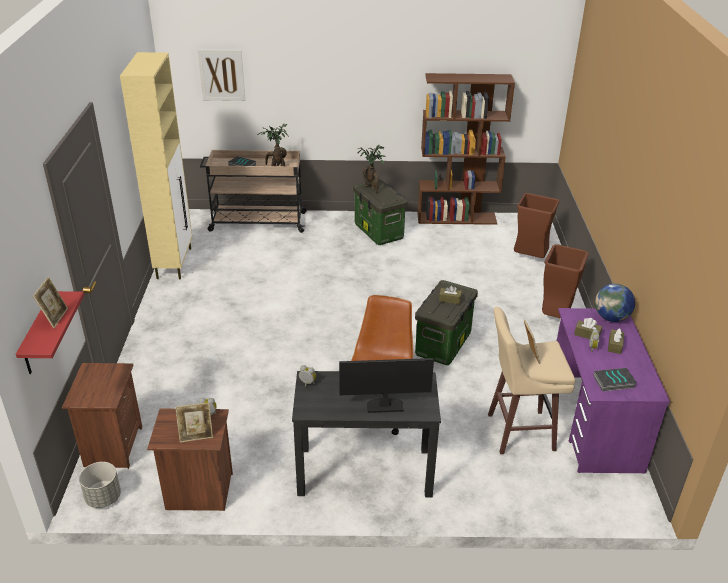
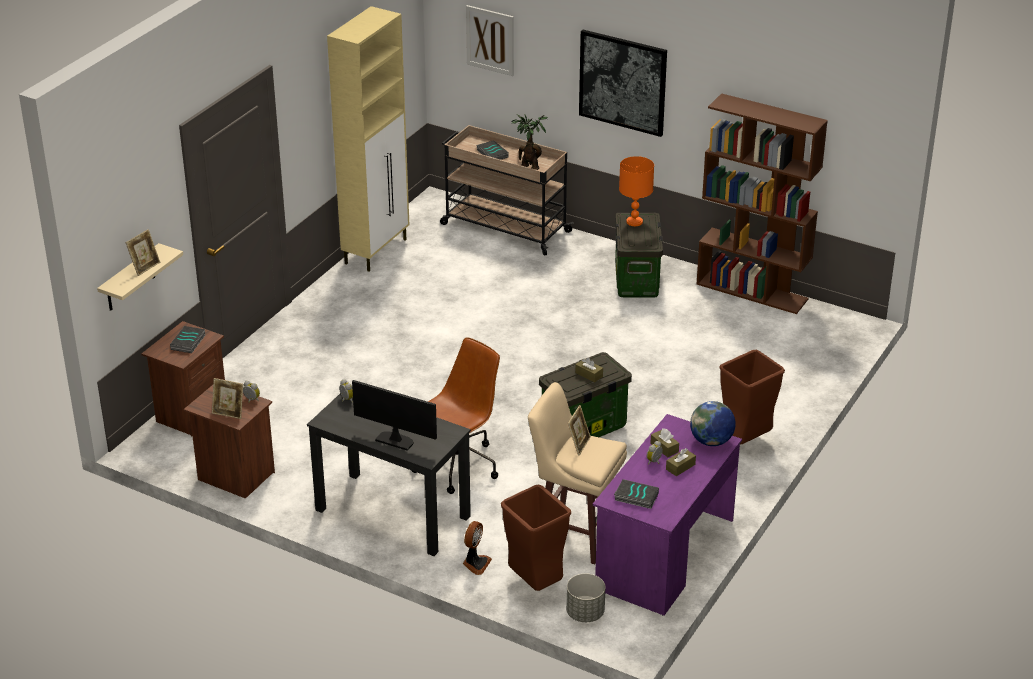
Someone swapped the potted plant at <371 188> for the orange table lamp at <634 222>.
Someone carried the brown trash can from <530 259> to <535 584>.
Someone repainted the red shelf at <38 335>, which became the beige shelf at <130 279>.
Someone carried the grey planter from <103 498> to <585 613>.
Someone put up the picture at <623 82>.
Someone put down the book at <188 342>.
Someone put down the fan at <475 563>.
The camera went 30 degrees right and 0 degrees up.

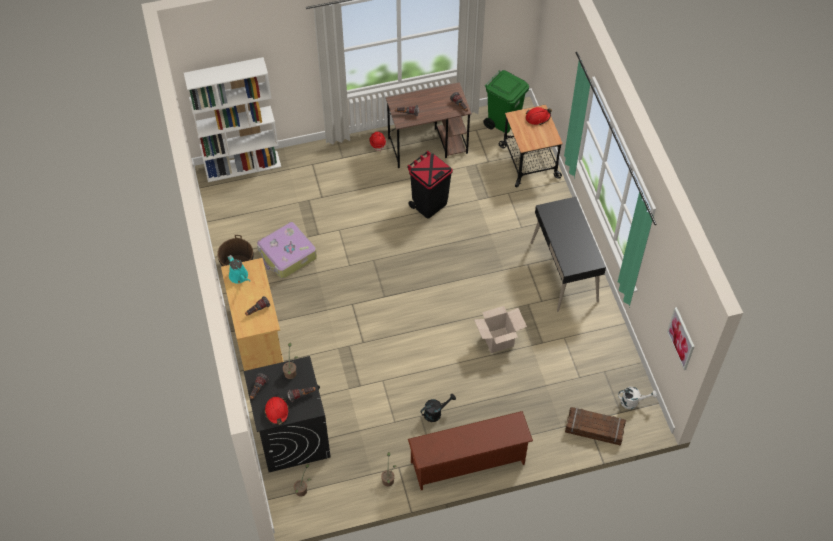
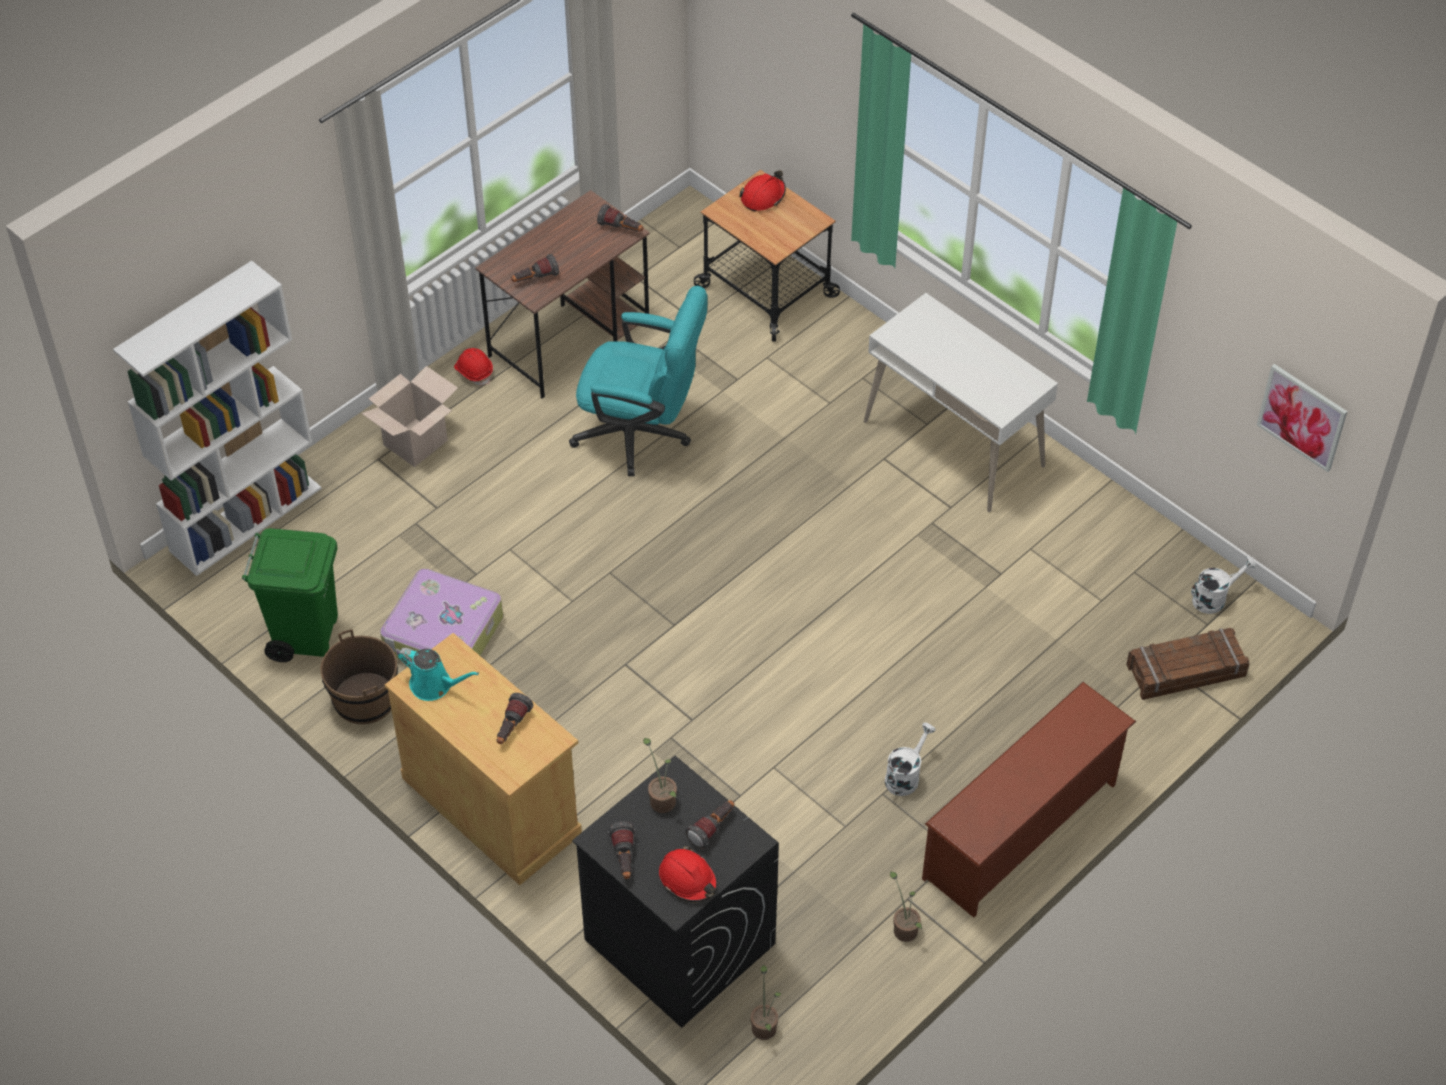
Someone carried the green trash can from <503 121> to <305 634>.
Someone swapped the black trash can at <429 204> for the turquoise office chair at <642 435>.
Someone repainted the black desk at <564 272>, which became the white desk at <954 443>.
Someone carried the cardboard box from <498 340> to <415 443>.
Someone repainted the black watering can at <435 413>, which became the white watering can at <905 775>.
The camera went 30 degrees left and 5 degrees down.

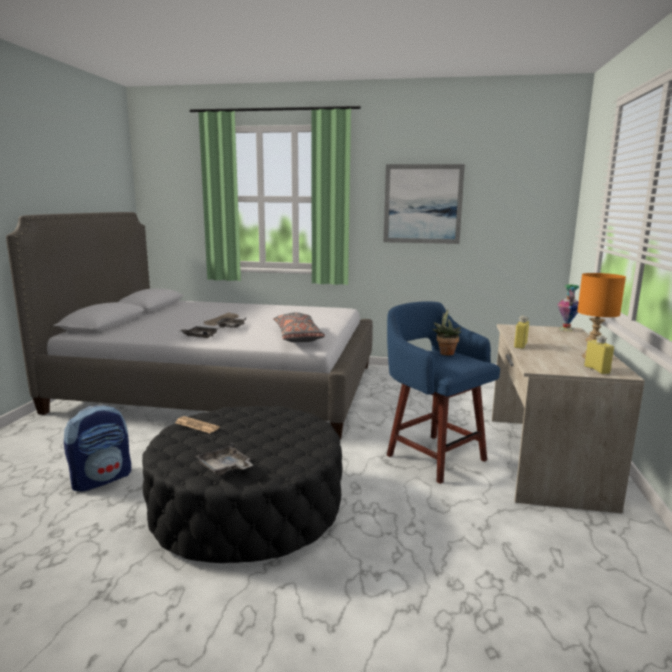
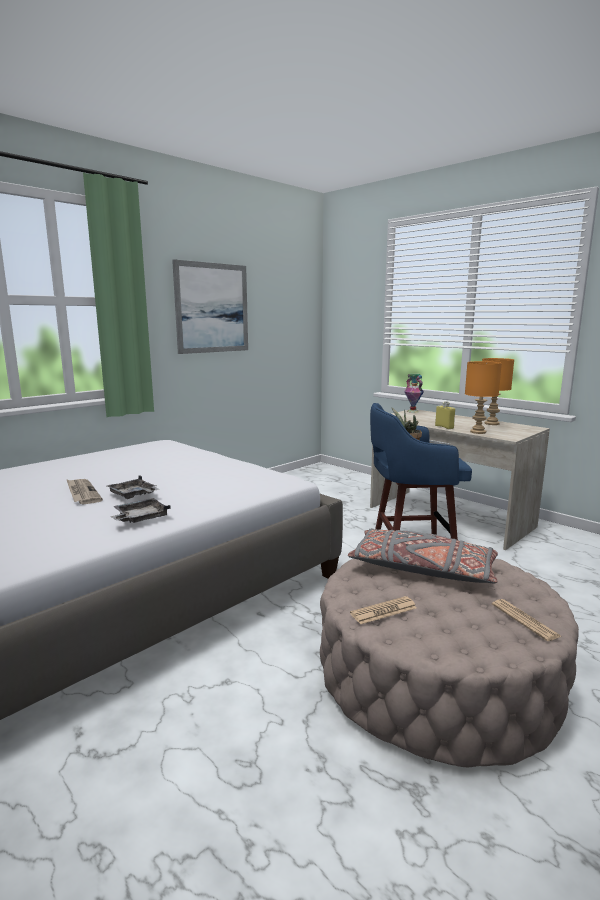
Someone carried the grey pillow from <297 337> to <423 569>.
Someone took away the yellow bottle at <597 370>.
Someone took away the backpack at <102 479>.
Someone repainted the black ottoman at <247 507>, which became the beige ottoman at <436 675>.
Someone swapped the grey tray at <224 468> for the newspaper at <524 620>.
Someone put down the orange table lamp at <477 432>.
The camera went 55 degrees left and 0 degrees up.

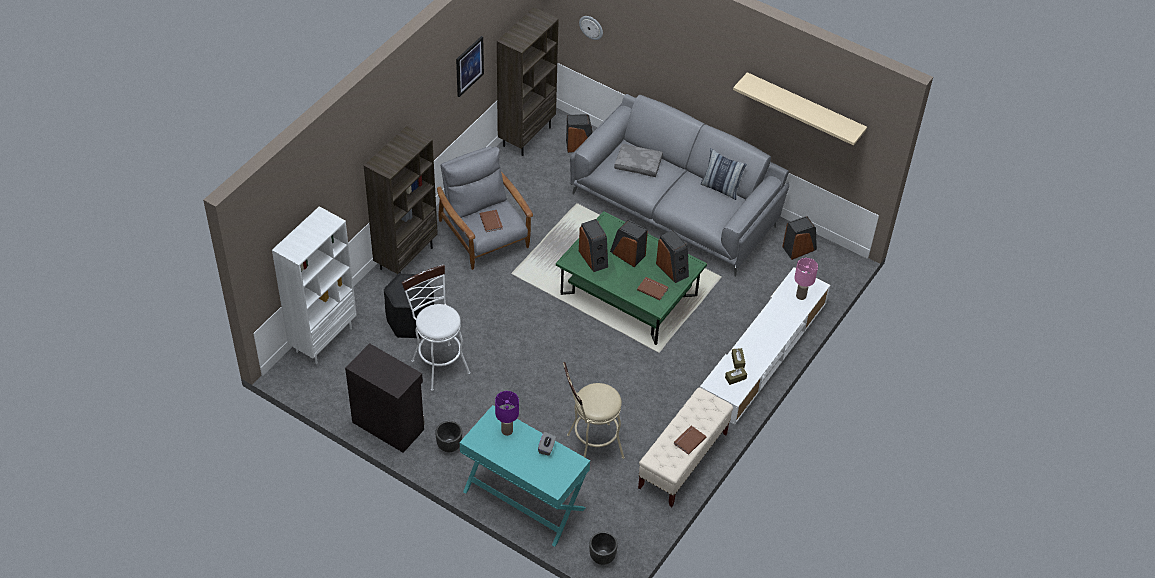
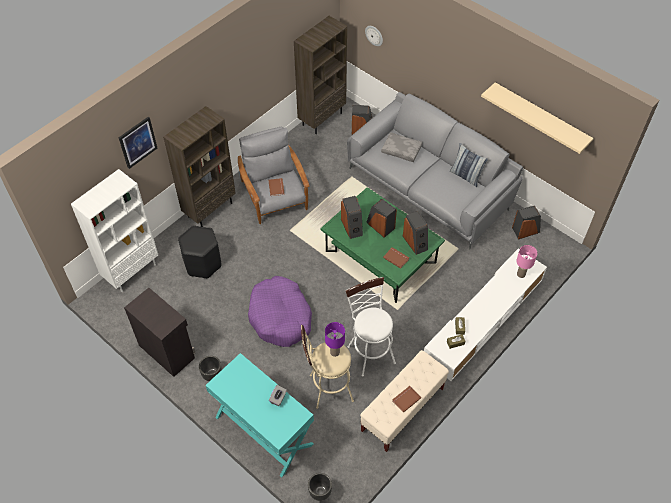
Someone carried the picture from <469 66> to <137 142>.
Someone carried the white stool from <438 363> to <369 351>.
Someone carried the purple table lamp from <506 431> to <334 352>.
Someone put down the purple dog bed at <280 317>.
The camera went 10 degrees right and 5 degrees up.

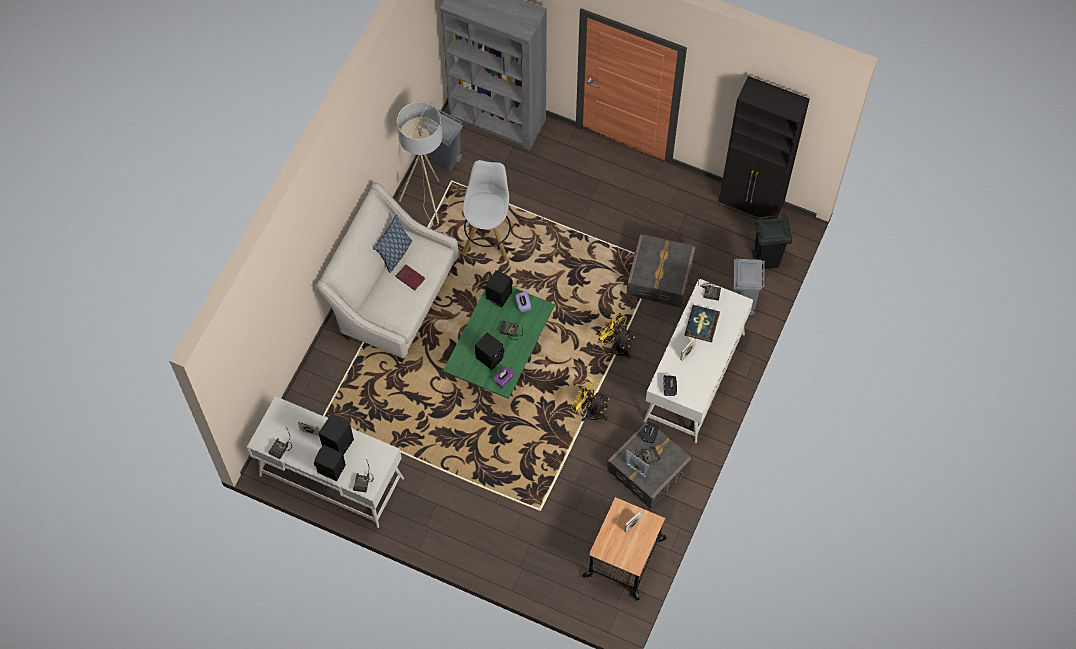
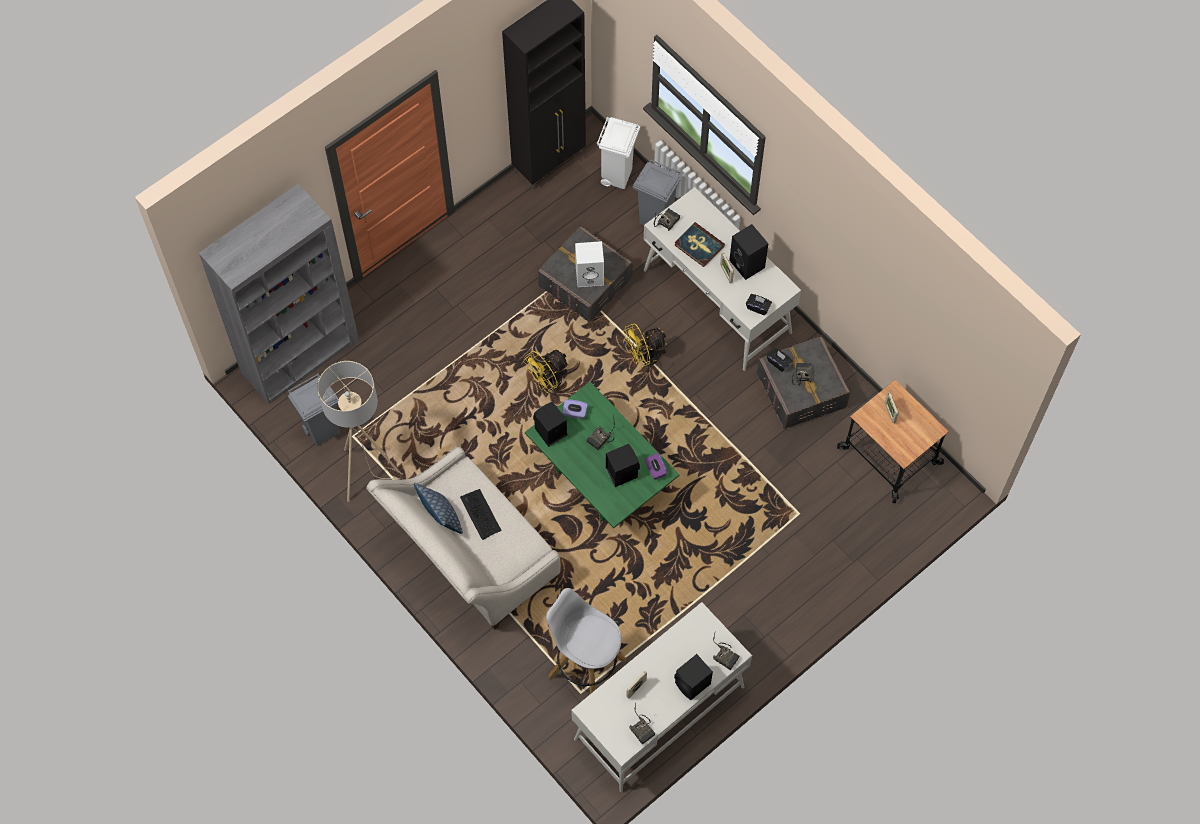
Someone carried the white stool from <488 238> to <585 667>.
Someone repainted the black trash can at <766 260>, which became the white trash can at <617 176>.
Someone swapped the red book at <410 278> for the keyboard at <480 514>.
Someone carried the yellow fan from <589 411> to <548 383>.
Someone carried the black speaker from <338 445> to <748 264>.
Someone took away the picture frame at <636 470>.
Someone put down the white speaker at <590 275>.
The camera went 65 degrees left and 0 degrees up.

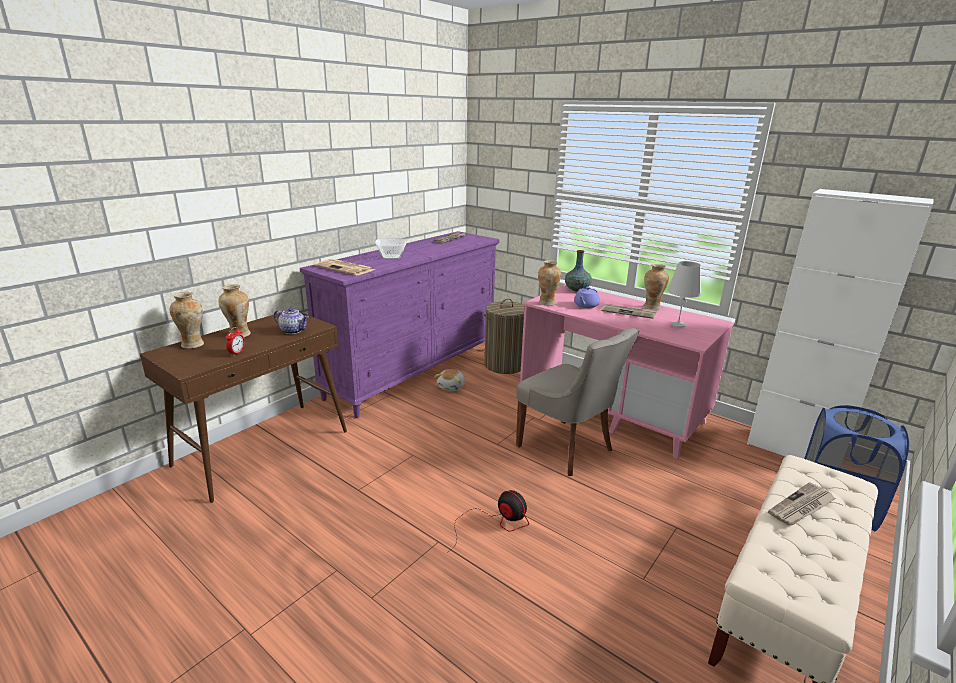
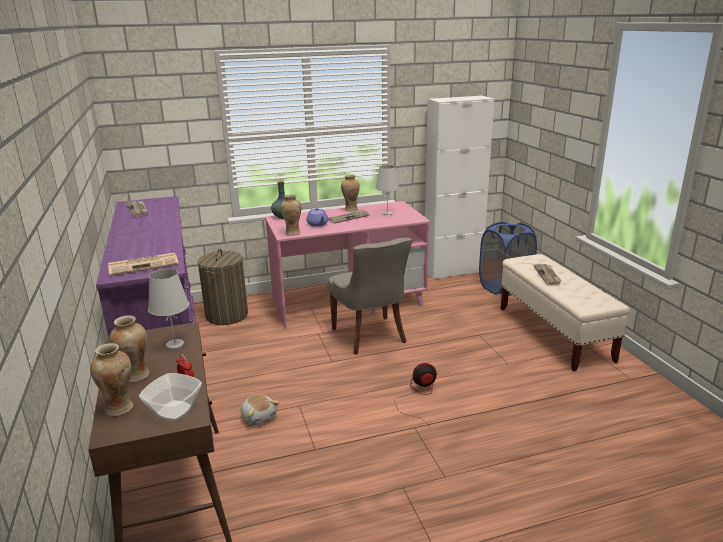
Someone carried the bowl from <391 257> to <175 410>.
Someone swapped the teapot at <293 331> for the white table lamp at <175 344>.
Someone rotated the grey chair at <567 448> by 75 degrees clockwise.
Someone carried the plush toy from <452 387> to <259 417>.
The camera went 55 degrees left and 0 degrees up.

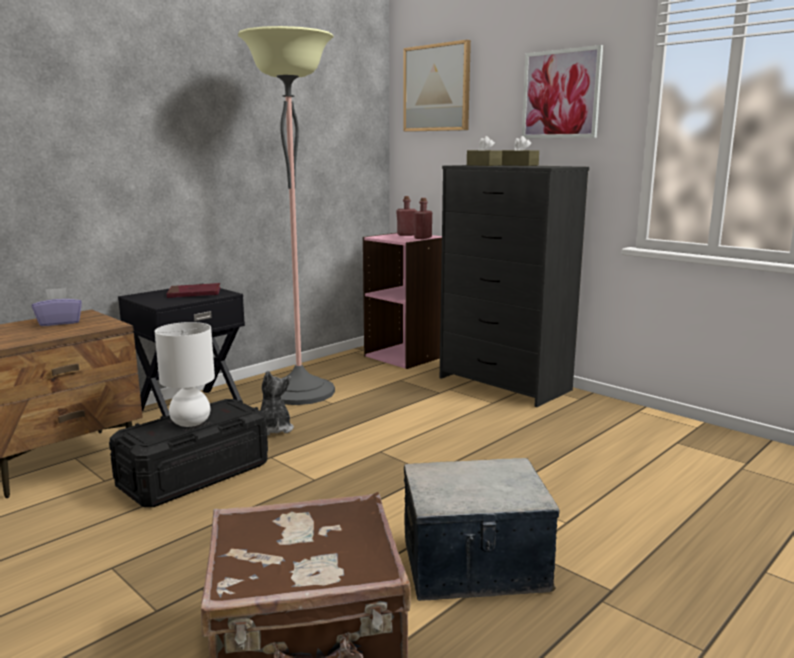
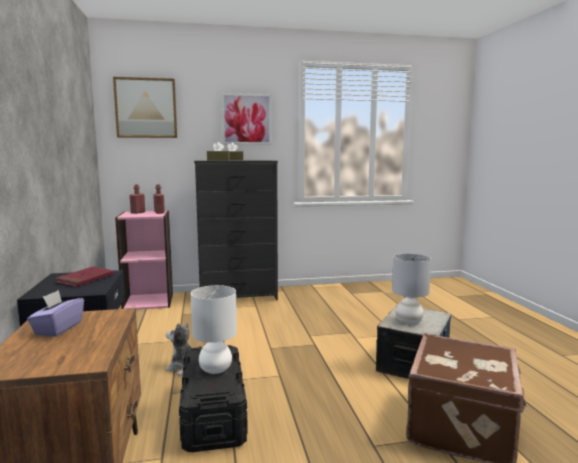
Someone took away the floor lamp at <299 392>.
Someone put down the grey table lamp at <409 322>.
The camera went 55 degrees left and 5 degrees down.

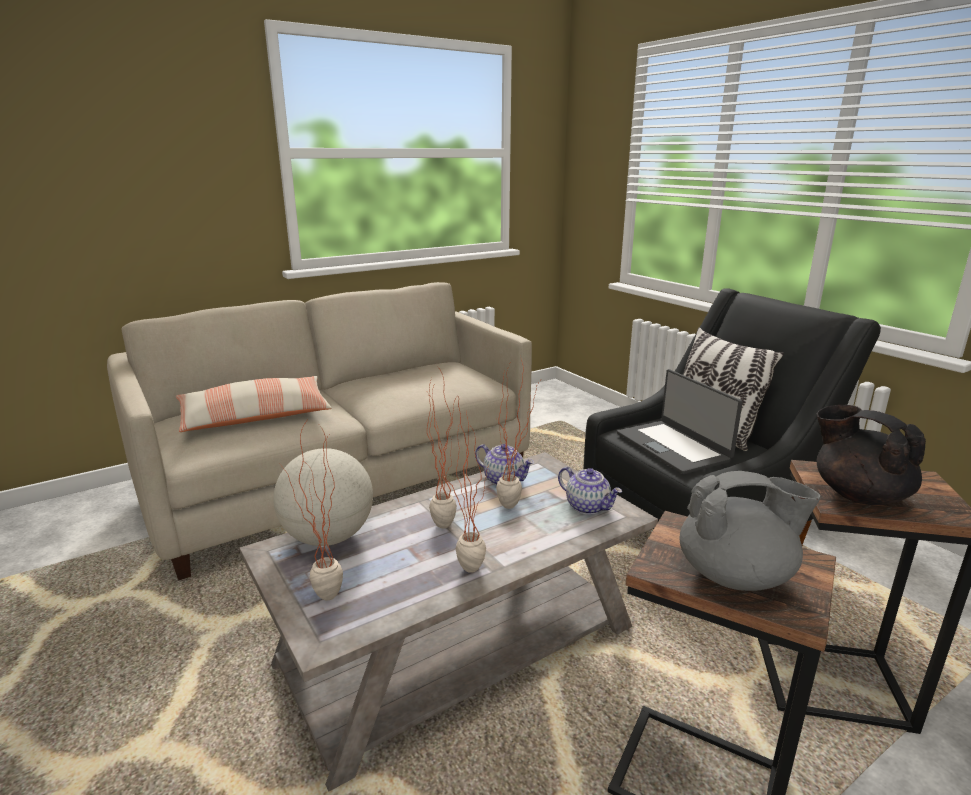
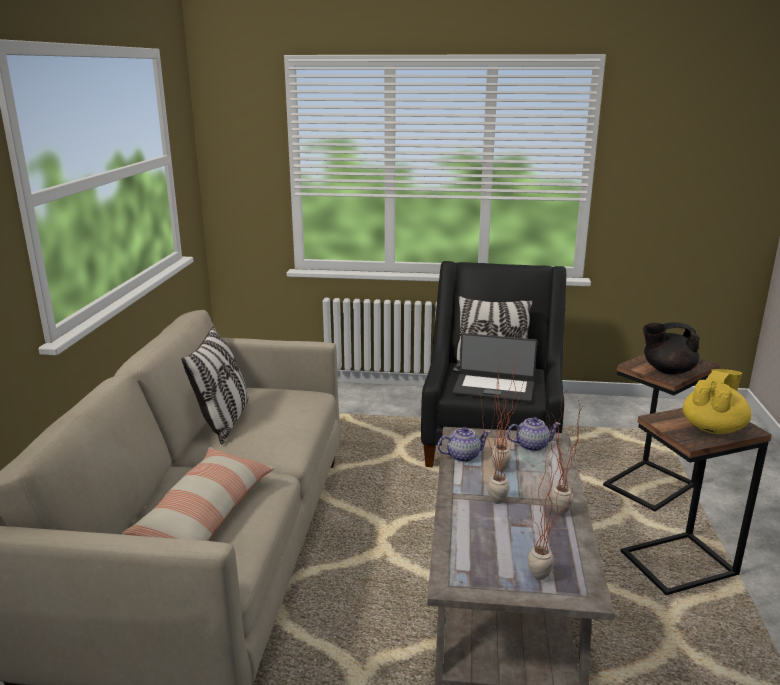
Someone took away the globe at <328 537>.
Someone repainted the grey teapot at <736 575>, which became the yellow teapot at <713 428>.
Someone put down the pillow at <224 422>.
The camera went 50 degrees left and 0 degrees up.

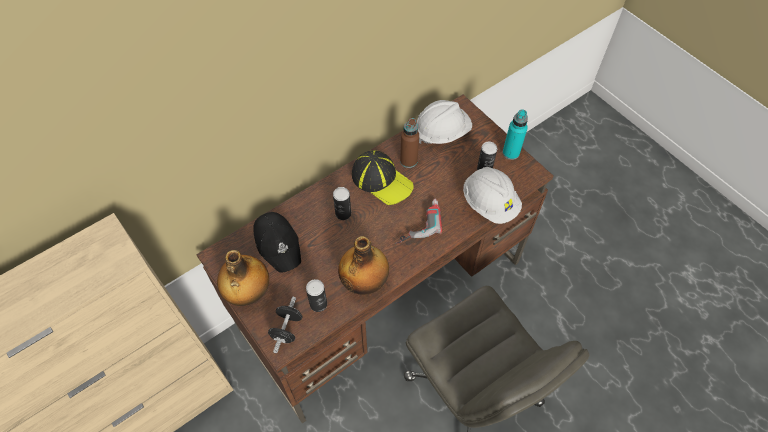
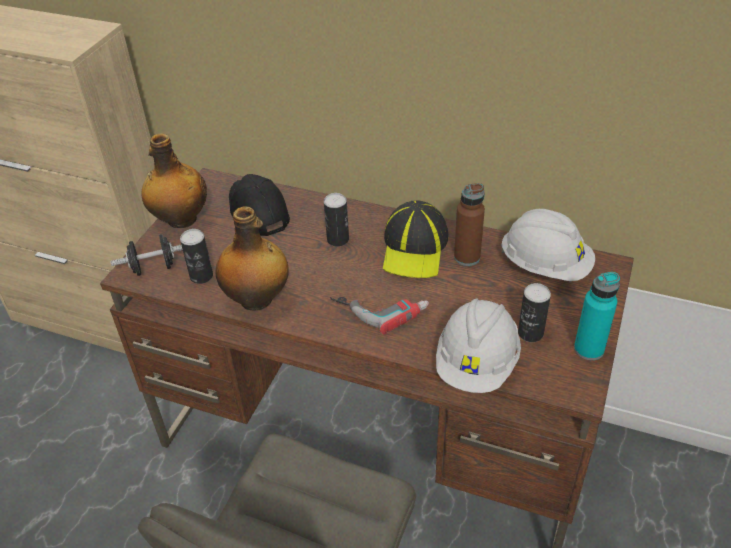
Someone rotated the black cap at <278 243> by 120 degrees clockwise.
The camera went 60 degrees right and 15 degrees down.

